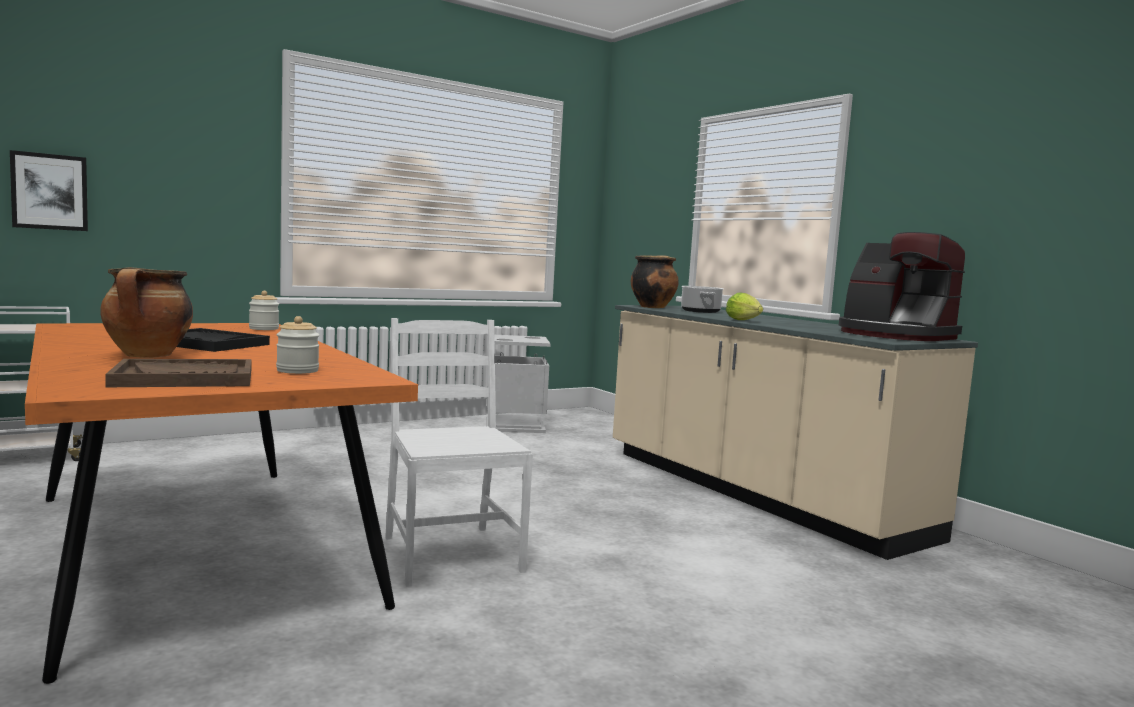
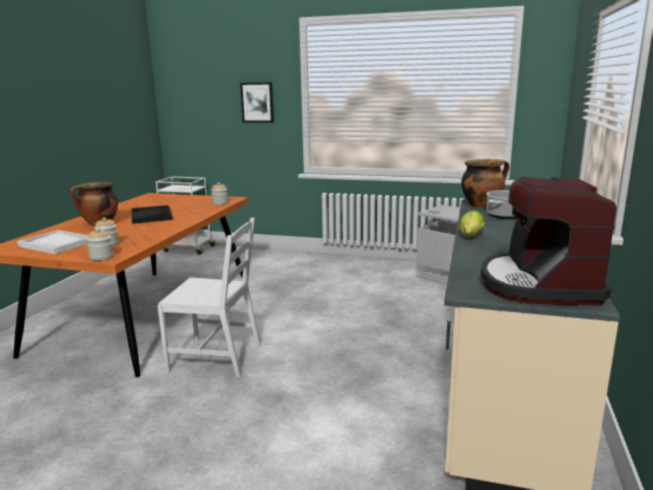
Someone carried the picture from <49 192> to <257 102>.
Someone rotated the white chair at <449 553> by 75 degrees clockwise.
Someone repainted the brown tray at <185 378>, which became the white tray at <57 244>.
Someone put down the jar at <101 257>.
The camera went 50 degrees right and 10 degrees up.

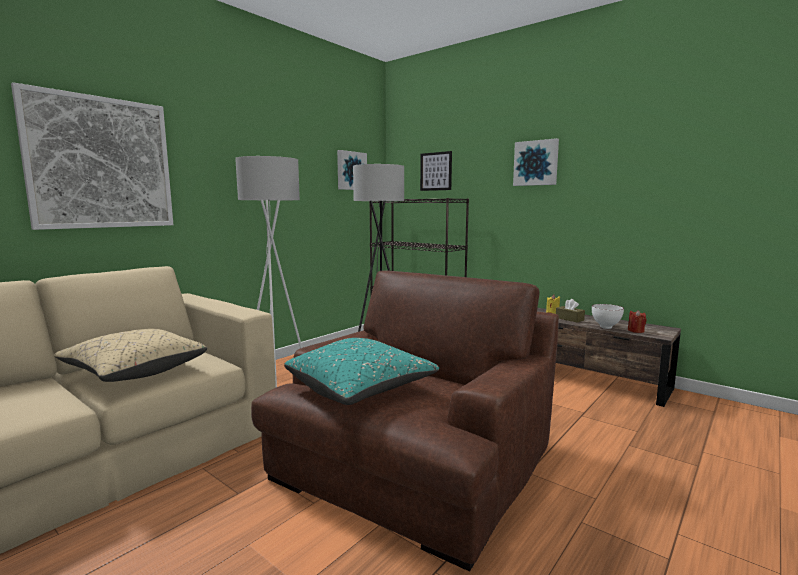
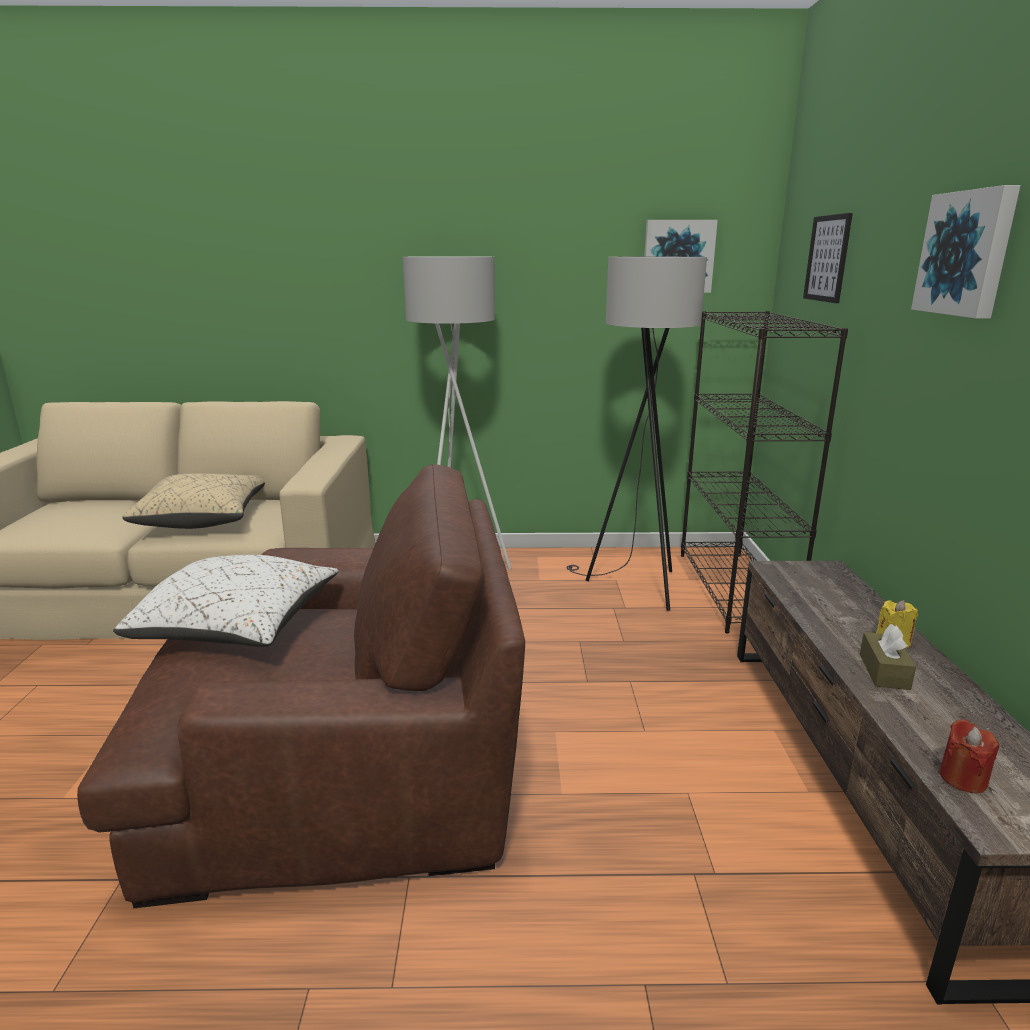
Someone took away the picture at <101 163>.
Someone took away the white bowl at <605 327>.
Someone repainted the turquoise pillow at <361 388>, which became the white pillow at <239 627>.
The camera went 50 degrees right and 10 degrees up.

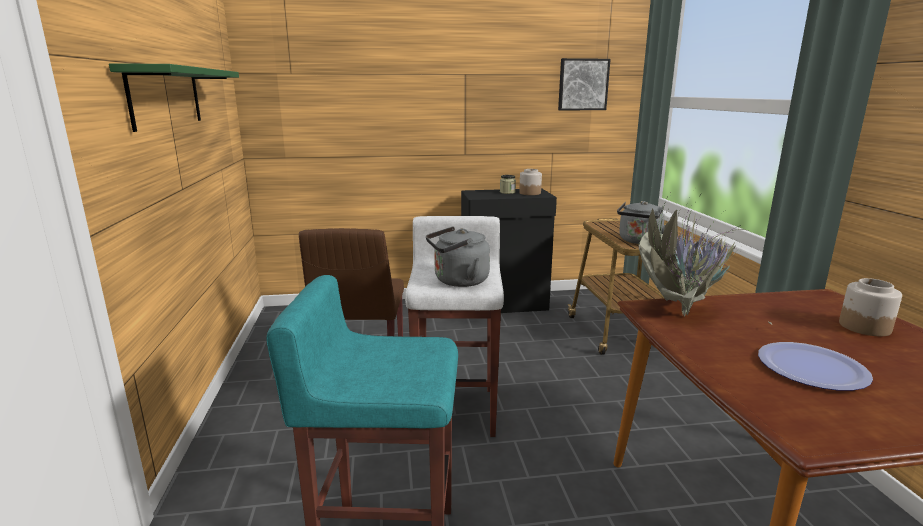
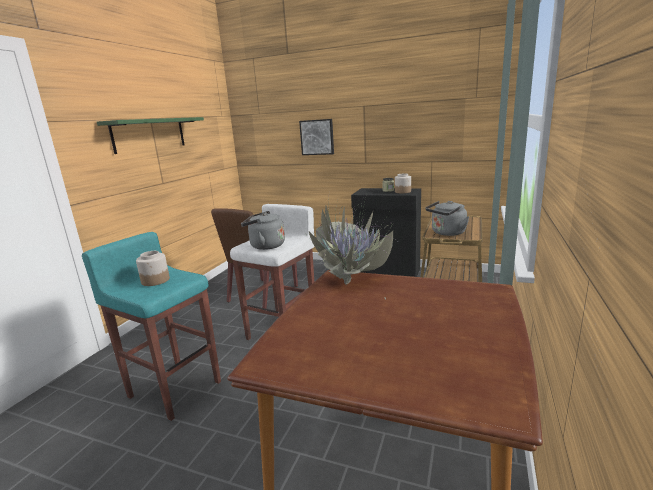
Someone carried the picture from <582 84> to <317 137>.
Someone carried the jar from <864 327> to <156 280>.
Someone took away the plate at <811 368>.
The camera went 30 degrees right and 0 degrees up.

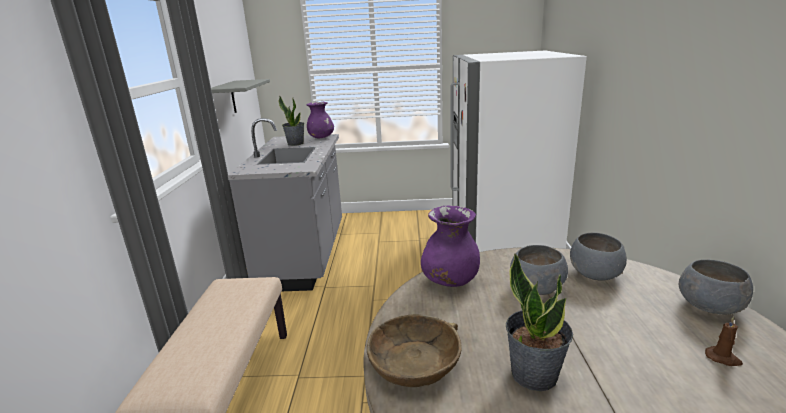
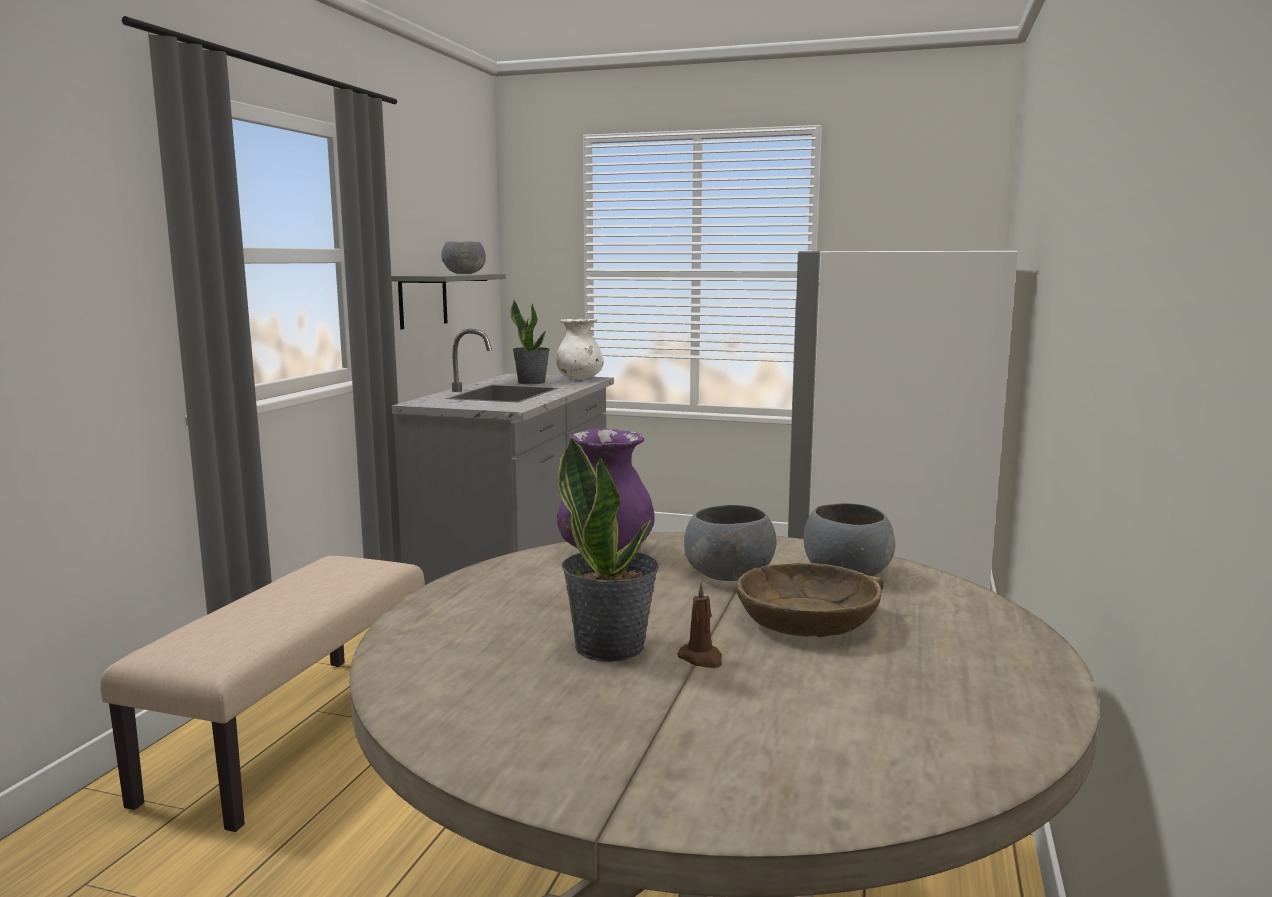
Someone repainted the purple vase at <321 137>, which became the white vase at <580 379>.
Someone carried the grey bowl from <709 306> to <465 273>.
Someone carried the brown bowl from <414 361> to <807 619>.
Someone carried the brown candle from <723 358> to <701 659>.
The camera went 15 degrees right and 10 degrees down.

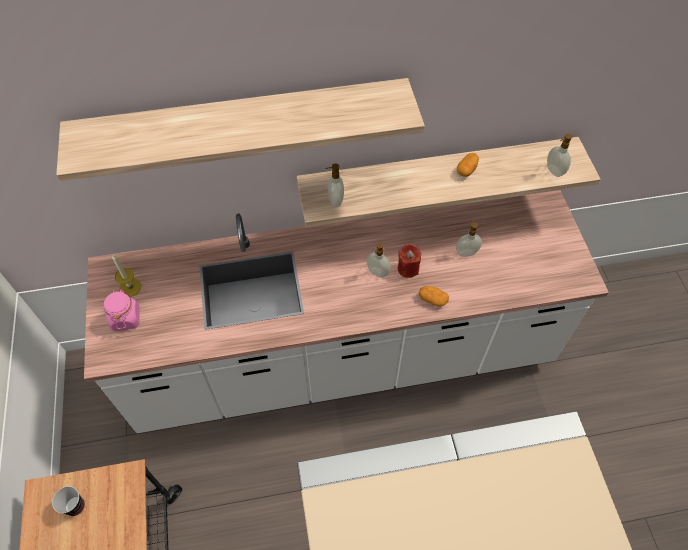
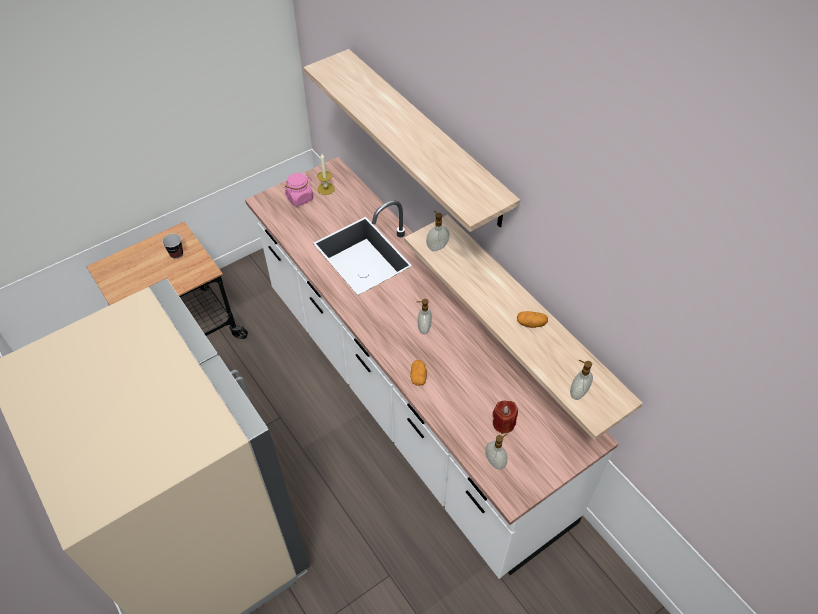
Someone carried the soap dispenser from <466 252> to <495 461>.
Someone carried the red candle from <408 268> to <503 423>.
The camera went 65 degrees right and 5 degrees down.

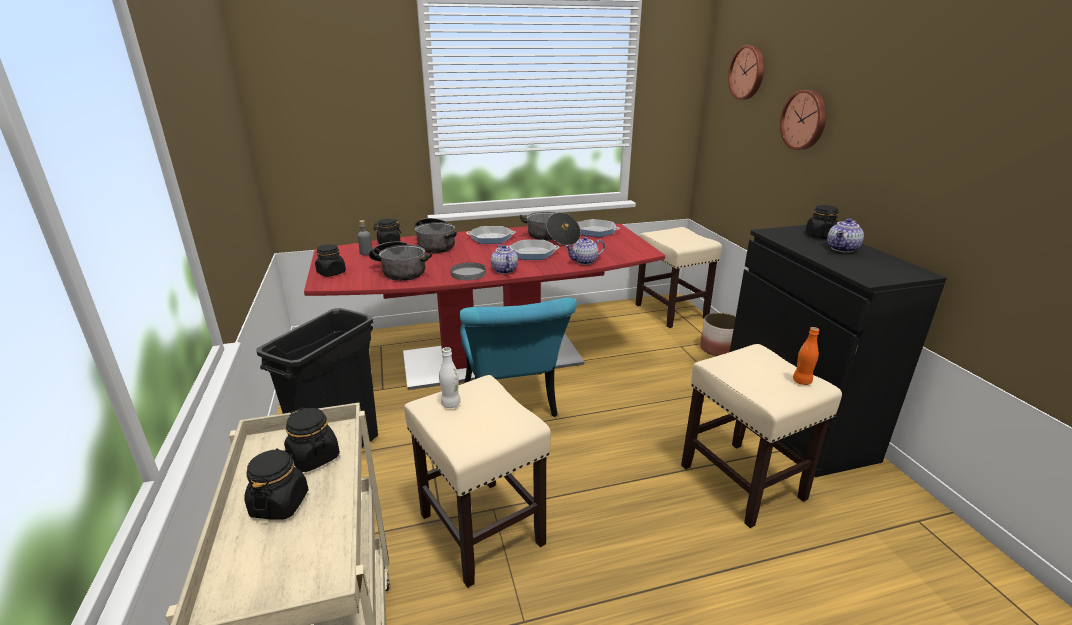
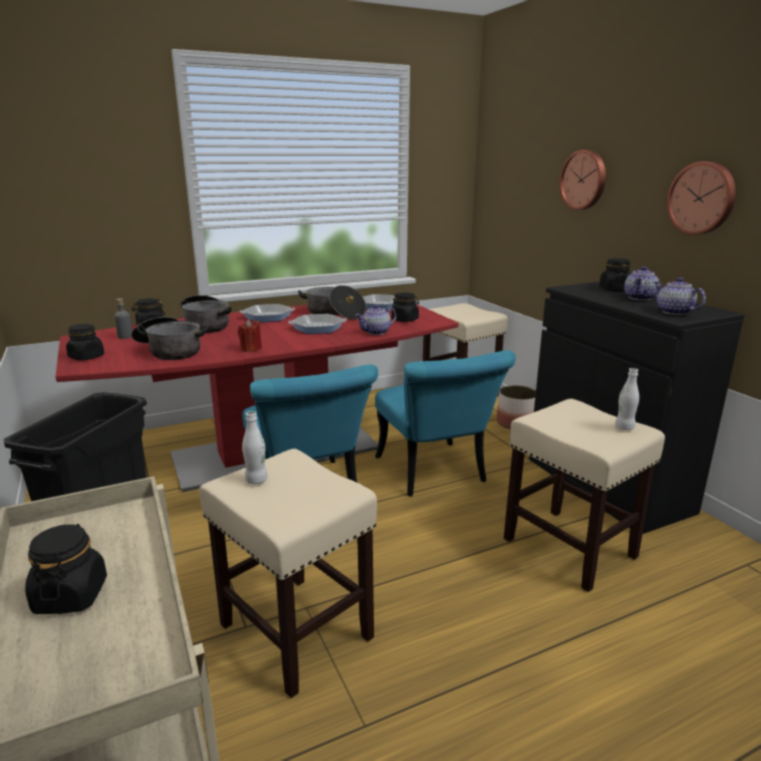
Someone carried the wall clock from <748 72> to <702 198>.
Someone carried the teapot from <503 270> to <673 312>.
Someone swapped the grey plate at <468 273> for the red candle at <251 349>.
Someone repainted the orange bottle at <802 381>, which became the white bottle at <624 427>.
Someone carried the black jar from <314 457> to <405 320>.
Someone put down the turquoise chair at <435 474>.
The camera went 10 degrees left and 5 degrees down.

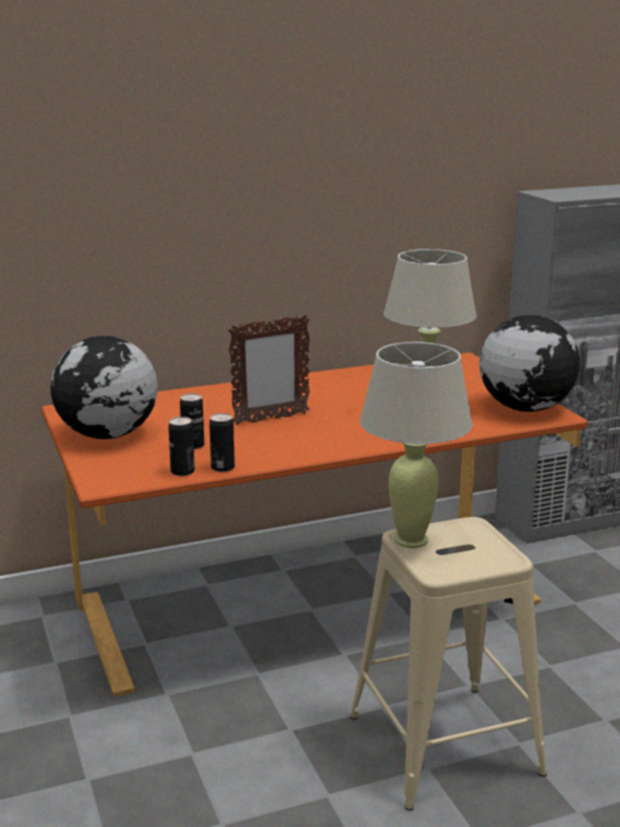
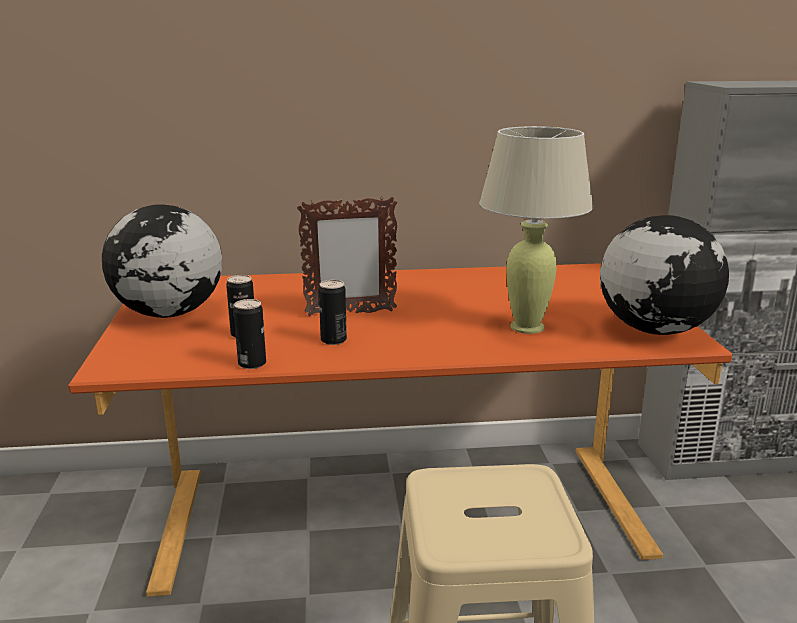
Someone took away the beige table lamp at <411 540>.
Someone carried the can from <182 472> to <333 340>.
The camera went 15 degrees right and 0 degrees up.

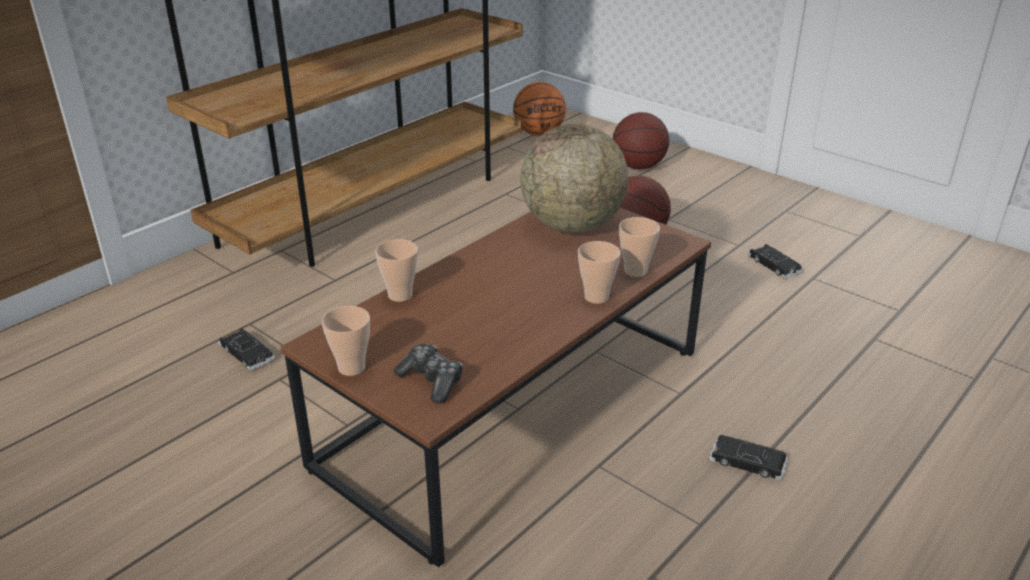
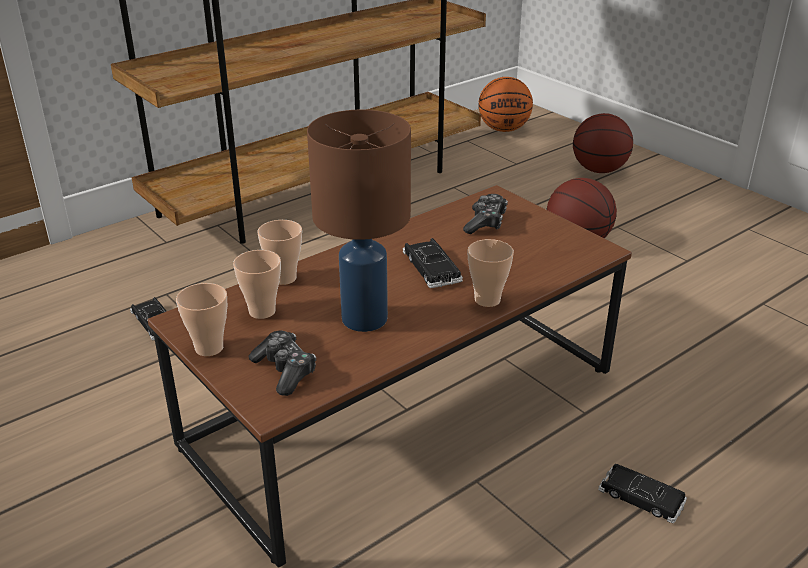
Someone swapped the globe at <572 226> for the game controller at <485 222>.
Someone carried the cup from <635 271> to <262 311>.
Someone carried the black toy car from <774 265> to <431 269>.
Someone put down the brown table lamp at <364 318>.
The camera went 10 degrees right and 0 degrees up.

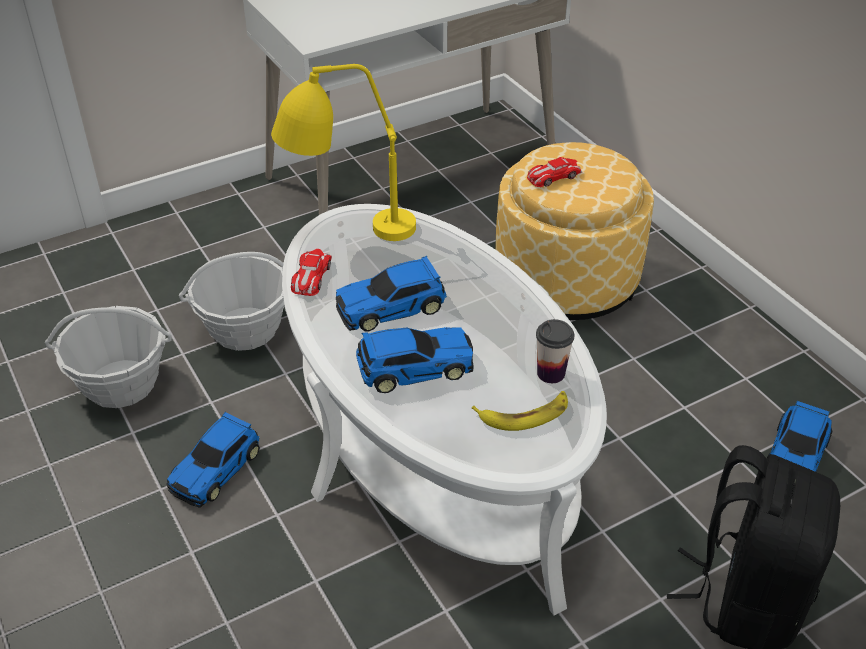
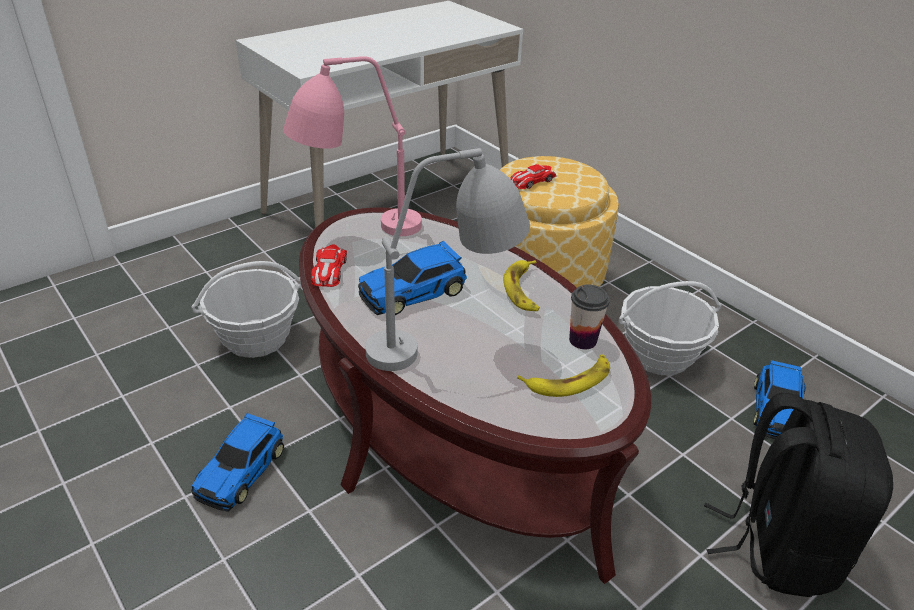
Someone repainted the yellow table lamp at <346 231>, which became the pink table lamp at <355 230>.
Someone repainted the white coffee table at <432 444>, which became the brown coffee table at <451 428>.
Someone carried the basket from <121 384> to <659 355>.
Someone swapped the toy car at <413 367> for the grey table lamp at <447 344>.
Someone put down the banana at <524 290>.
The camera went 10 degrees left and 5 degrees down.

